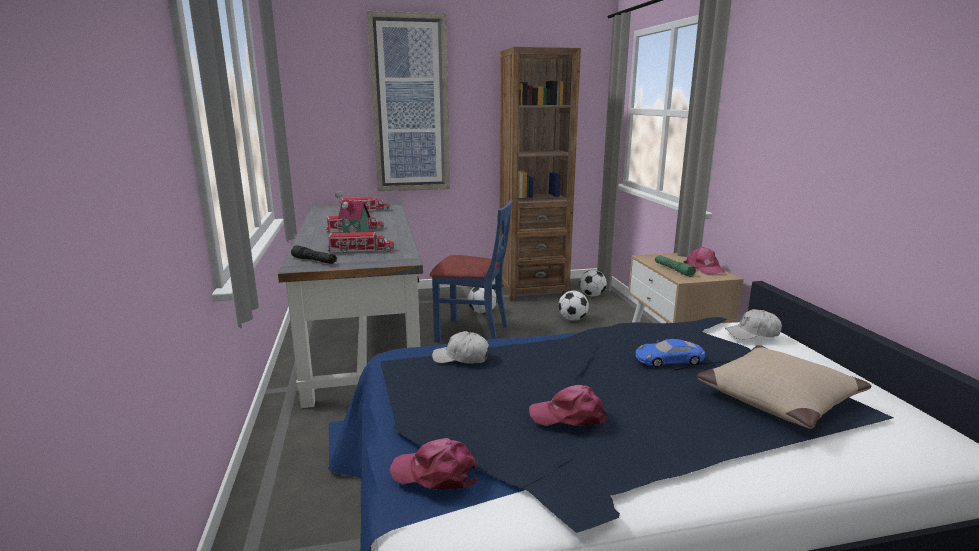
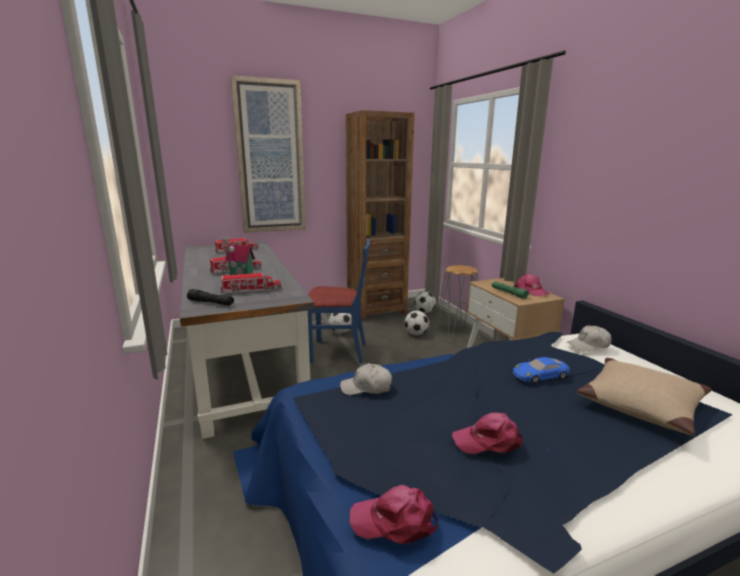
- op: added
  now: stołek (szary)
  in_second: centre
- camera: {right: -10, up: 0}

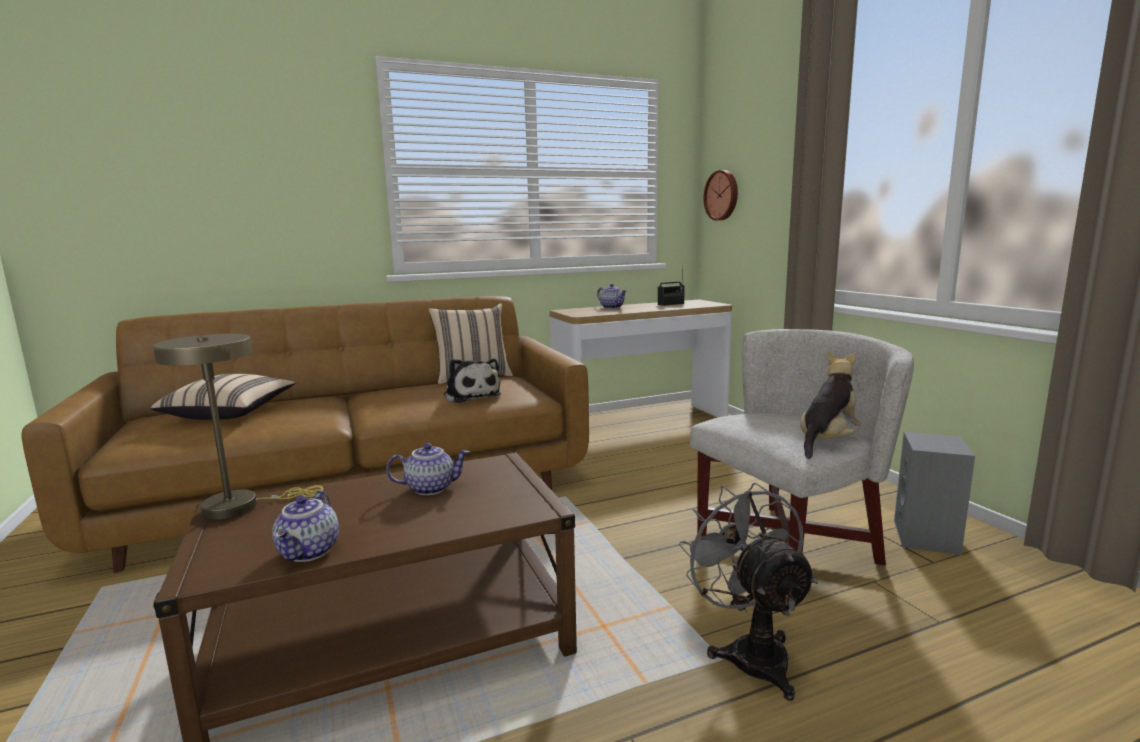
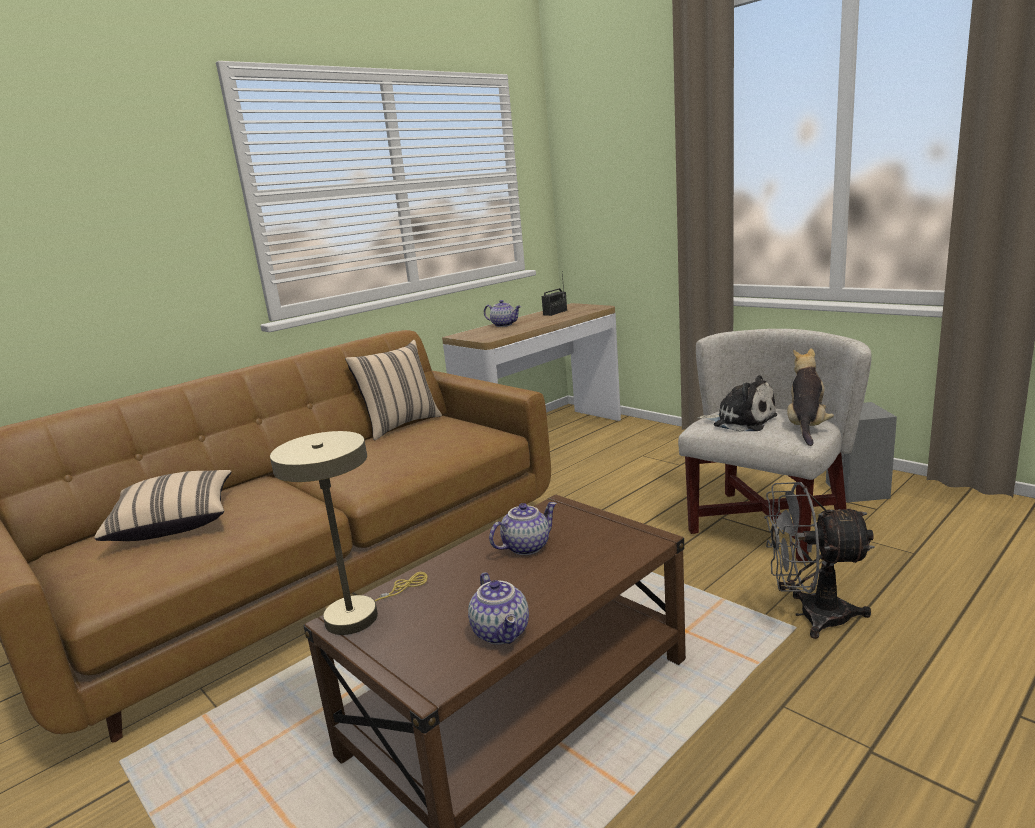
- op: moved
  was: pluszak (1st from left)
  in_first: centre
  in_second: middle right
- op: turned
  was: wentylator (szary)
  in_first: bottom centre
  in_second: bottom right
  clockwise: -45
- op: removed
  was: zegar ścienny
  in_first: top centre
- camera: {right: -20, up: 5}

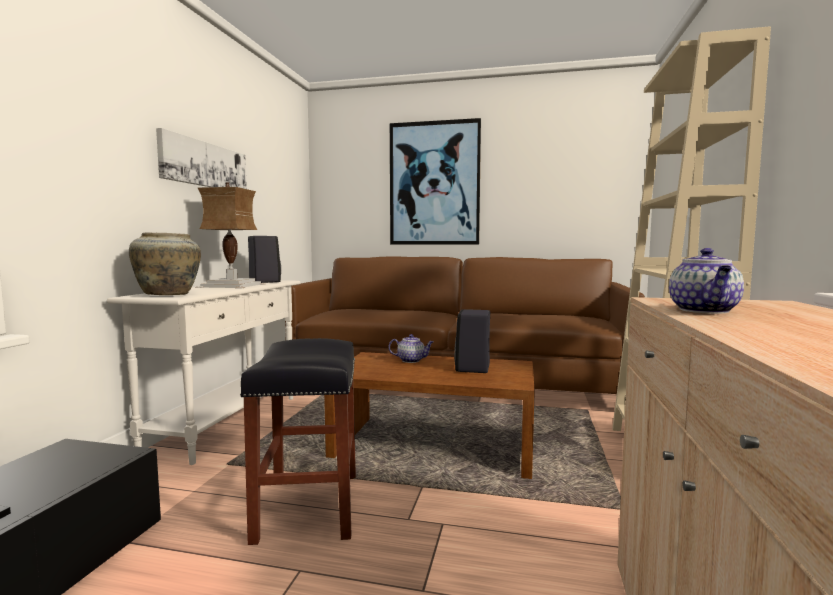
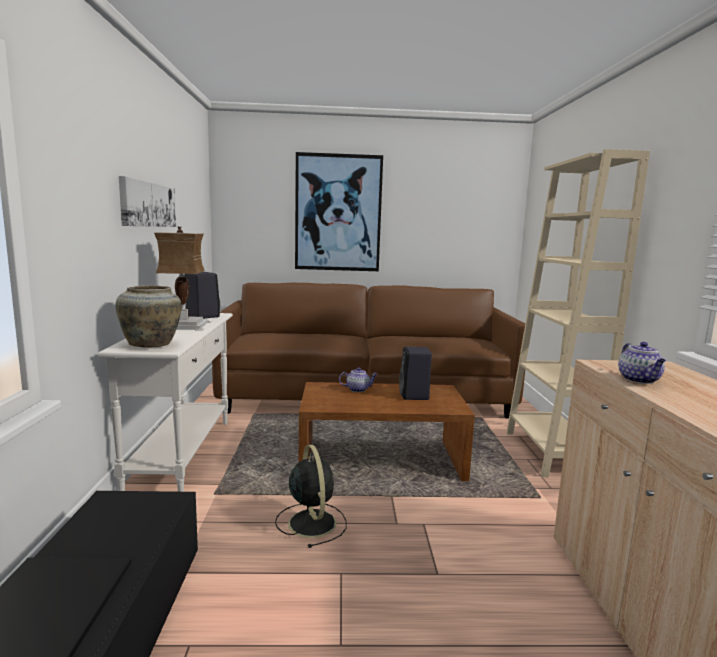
- op: replaced
  was: stołek (czarny)
  now: wentylator (czarny)
  in_first: bottom centre
  in_second: bottom centre
- camera: {right: -15, up: 5}

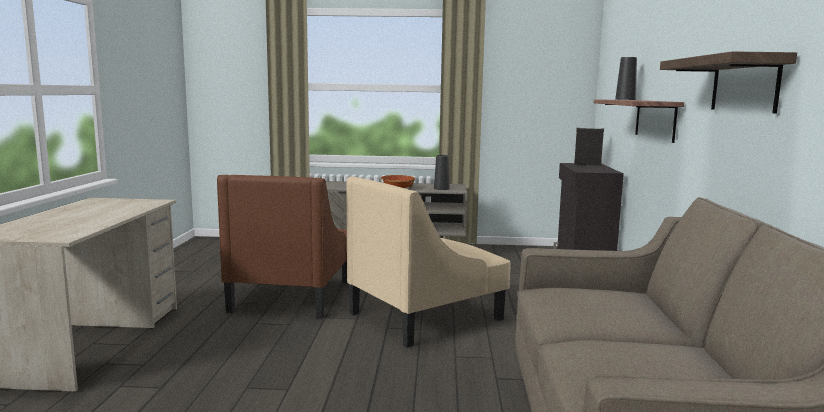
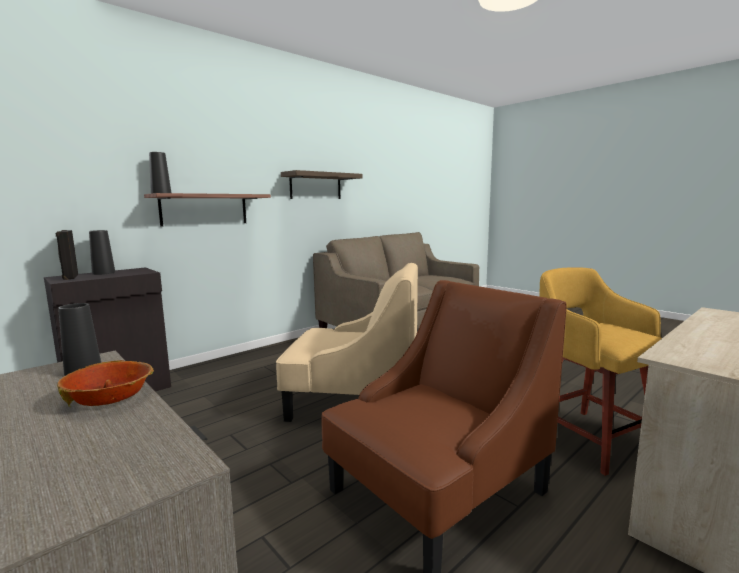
- op: added
  now: wazon (czarny) (2nd from left)
  in_second: middle left
- op: added
  now: stołek (żółty)
  in_second: middle right
- camera: {right: -135, up: 0}

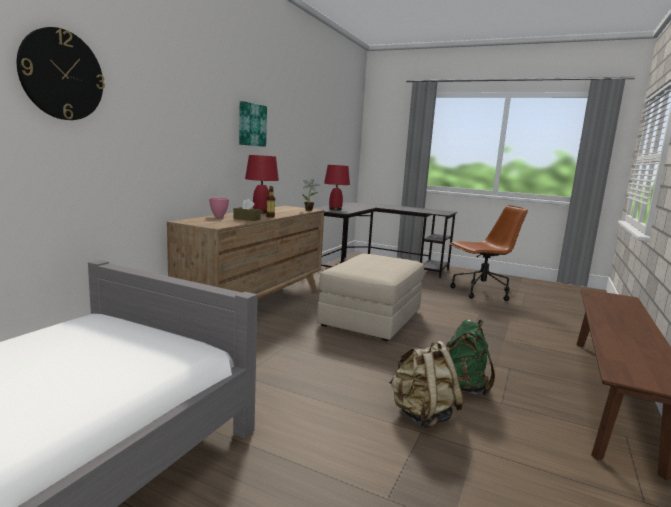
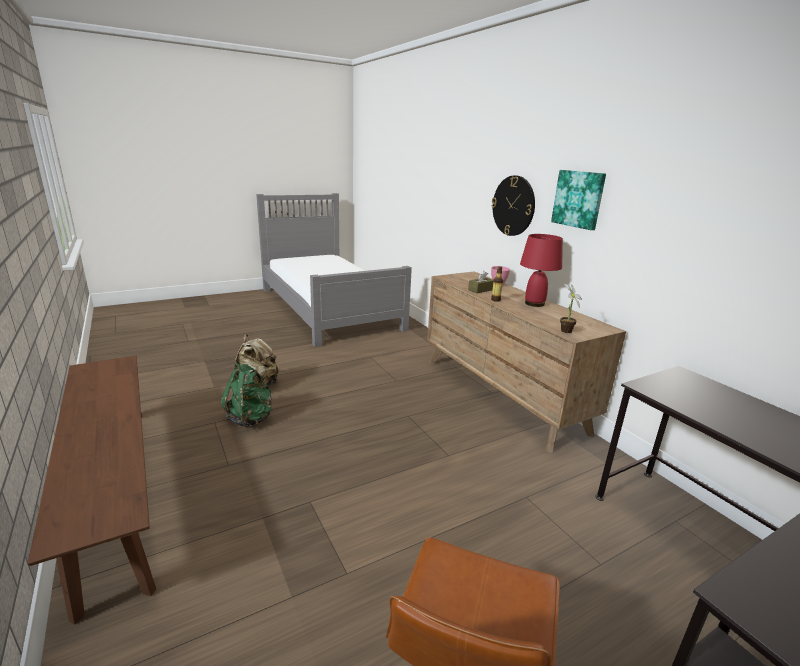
- op: moved
  was: zegar ścienny
  in_first: top left
  in_second: top centre
- op: removed
  was: pufa (beżowy)
  in_first: centre
- op: removed
  was: lampa stołowa (czerwony) (2nd from left)
  in_first: centre
- camera: {right: 125, up: 10}

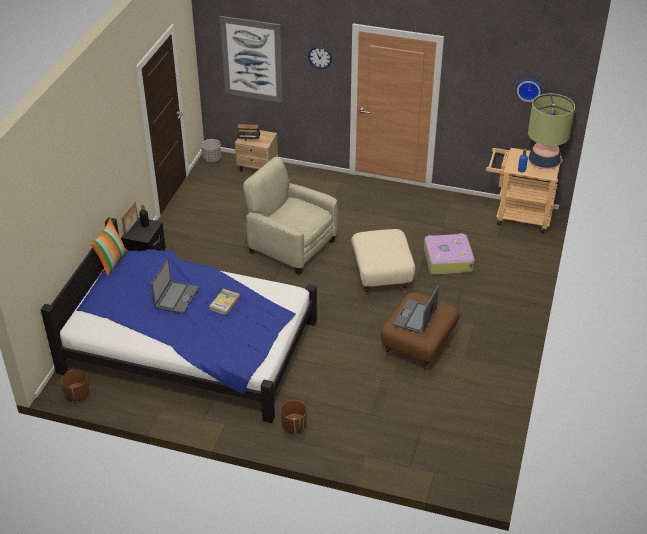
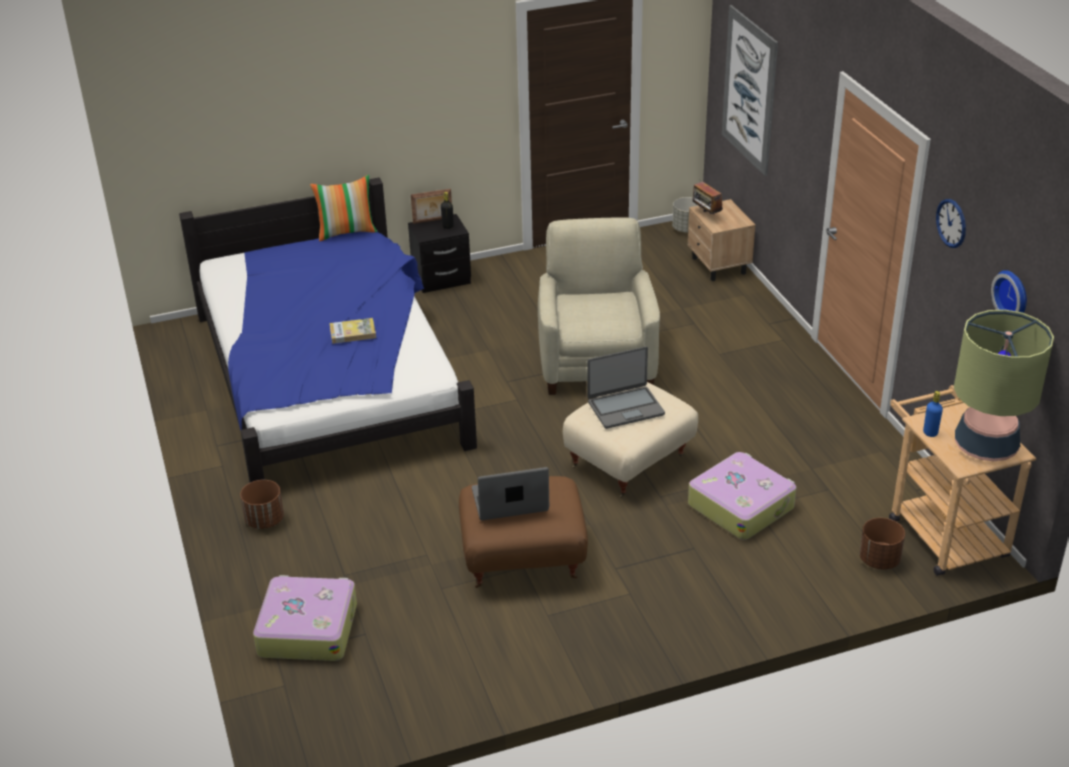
- op: added
  now: walizka (1st from left)
  in_second: bottom left
- op: moved
  was: laptop (1st from left in the first image)
  now: laptop (2nd from left)
  in_first: middle left
  in_second: centre
- op: moved
  was: donica (brązowy) (1st from left in the first image)
  now: donica (brązowy) (2nd from left)
  in_first: bottom left
  in_second: bottom right
- op: moved
  was: zegar ścienny (1st from left)
  in_first: top centre
  in_second: top right
- camera: {right: 55, up: -5}

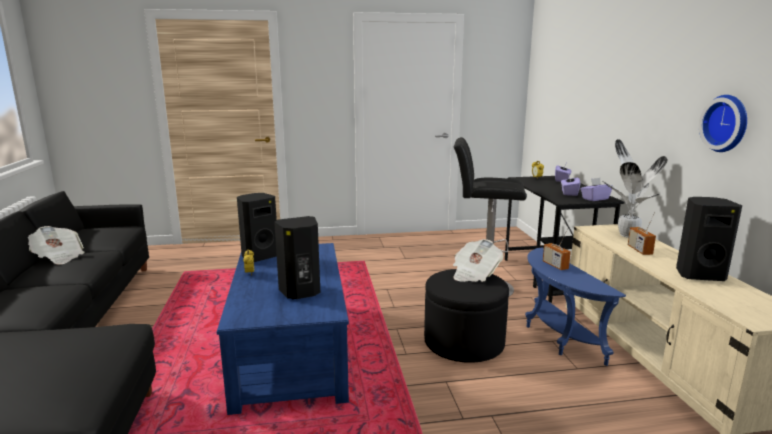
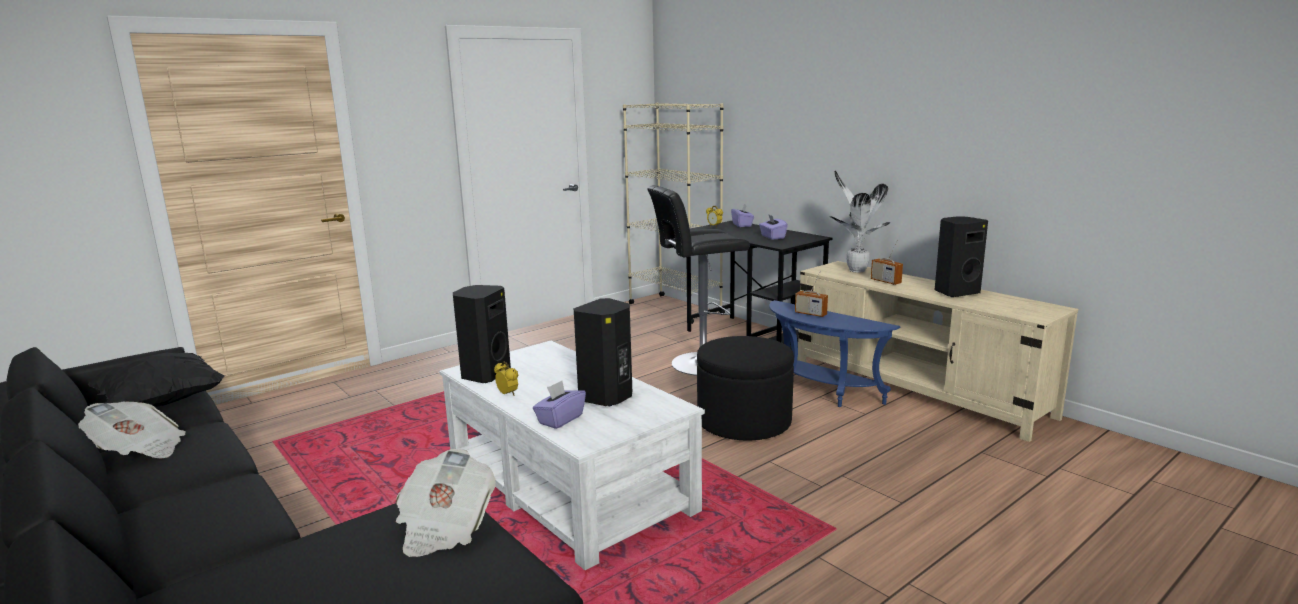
- op: added
  now: poduszka (czarny)
  in_second: middle left
- op: moved
  was: gazeta (2nd from left)
  in_first: centre
  in_second: bottom centre
- op: recoloured
  was: ława (niebieski)
  now: ława (biały)
  in_first: bottom centre
  in_second: bottom centre
- op: moved
  was: pudełko chusteczek (fioletowy) (3rd from left in the first image)
  now: pudełko chusteczek (fioletowy) (1st from left)
  in_first: middle right
  in_second: bottom centre
- op: added
  now: regał (beżowy)
  in_second: centre
- op: removed
  was: zegar ścienny
  in_first: top right
- camera: {right: -30, up: 0}

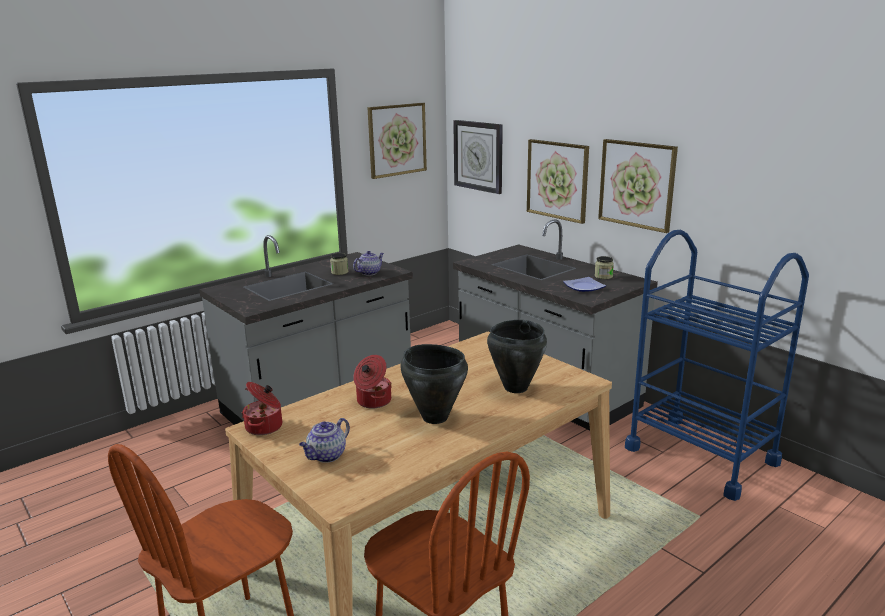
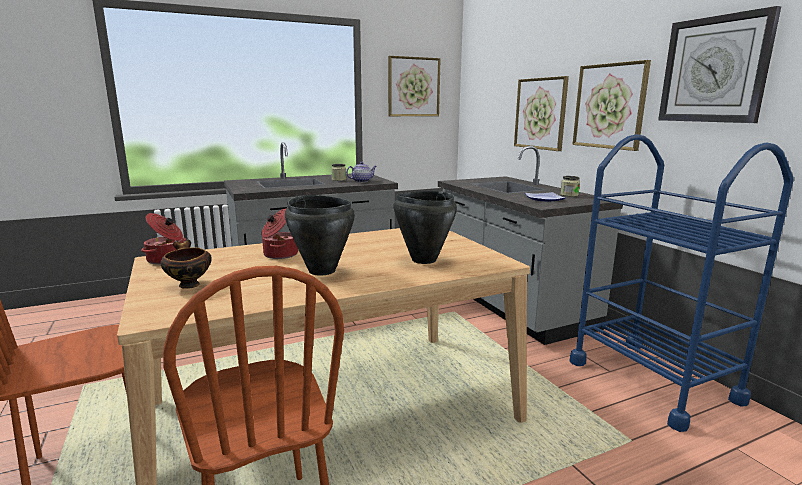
- op: replaced
  was: imbryk (1st from left)
  now: miska
  in_first: bottom centre
  in_second: middle left
- op: moved
  was: zegar ścienny
  in_first: top centre
  in_second: top right
- camera: {right: 15, up: -5}

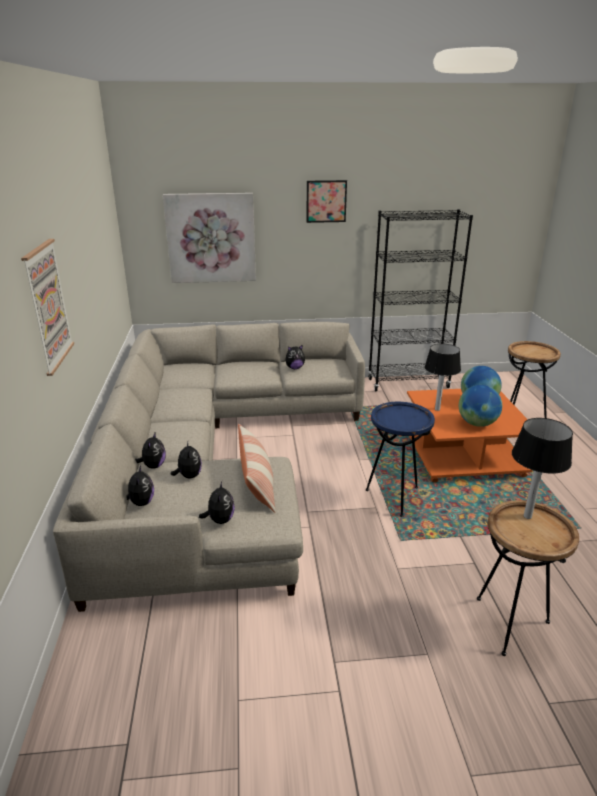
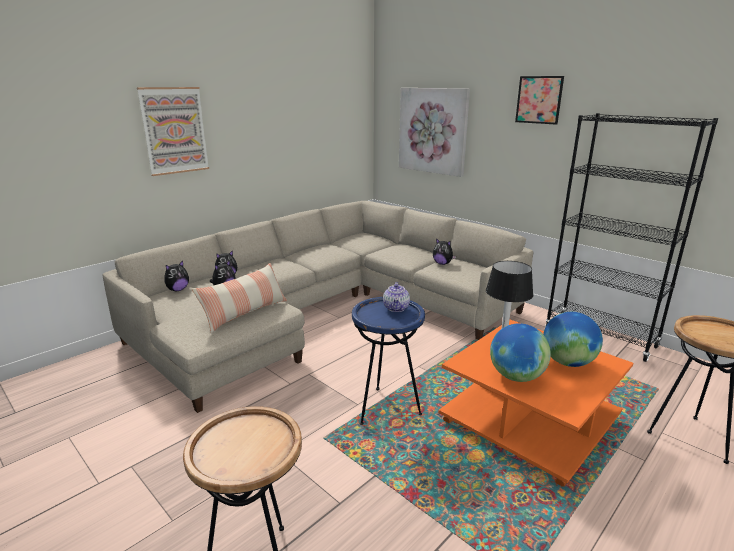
- op: added
  now: imbryk
  in_second: centre
- op: removed
  was: pluszak (4th from left)
  in_first: centre
- op: removed
  was: lampa stołowa (2nd from left)
  in_first: middle right
- camera: {right: 50, up: -5}

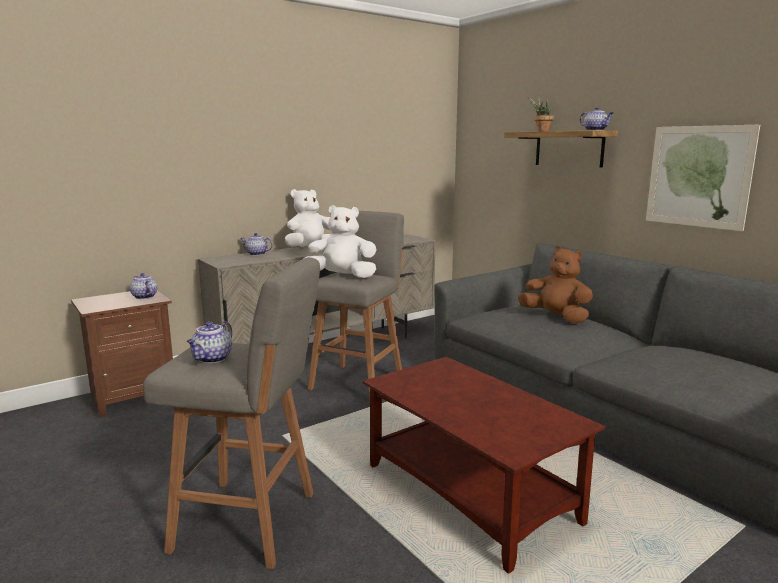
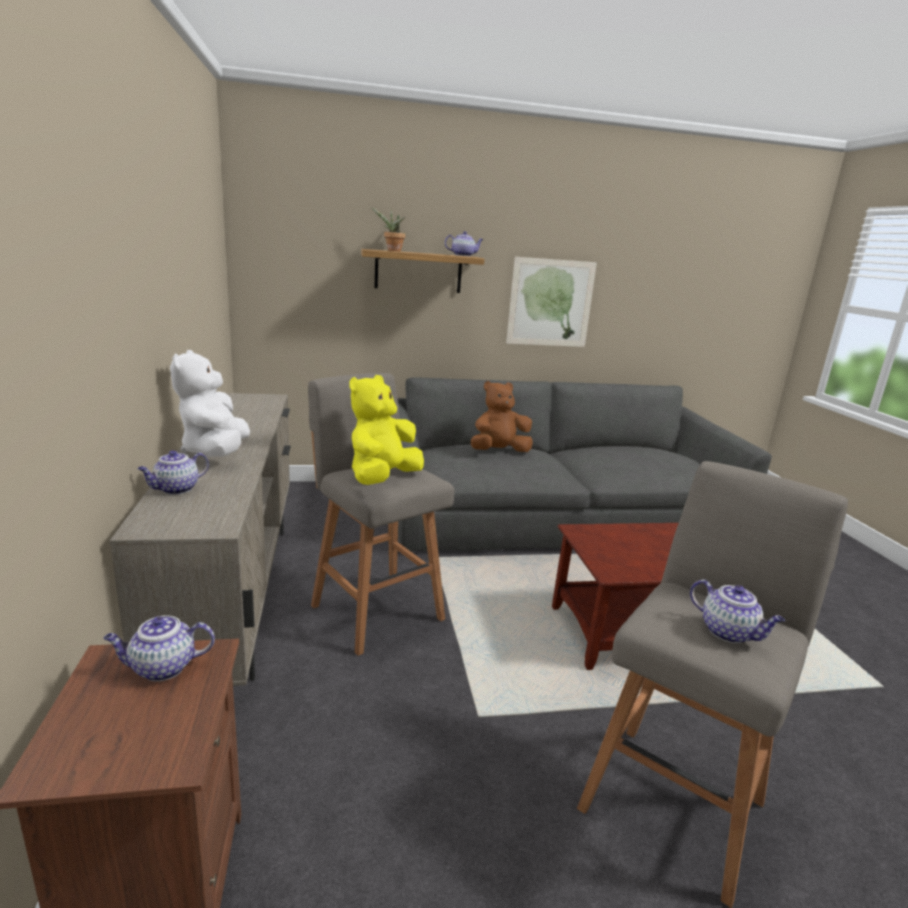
- op: recoloured
  was: pluszak (biały) (2nd from left)
  now: pluszak (żółty)
  in_first: centre
  in_second: centre
- camera: {right: -65, up: 5}

